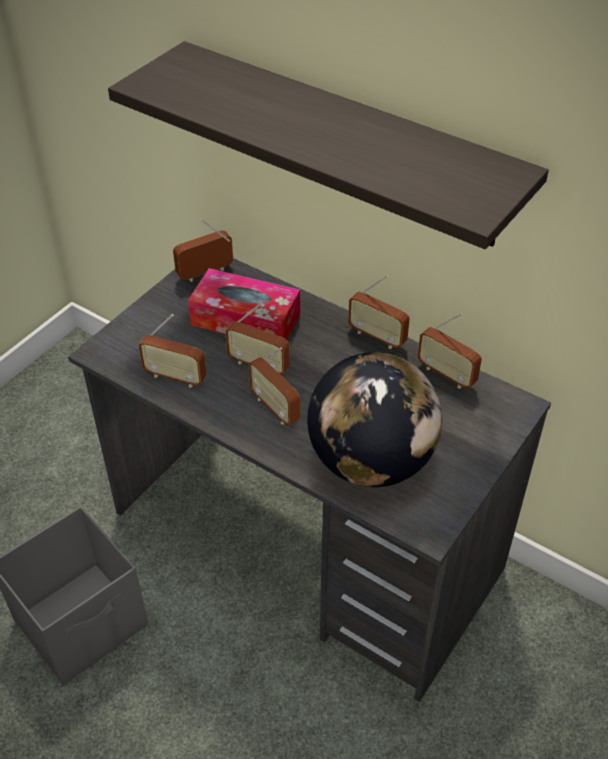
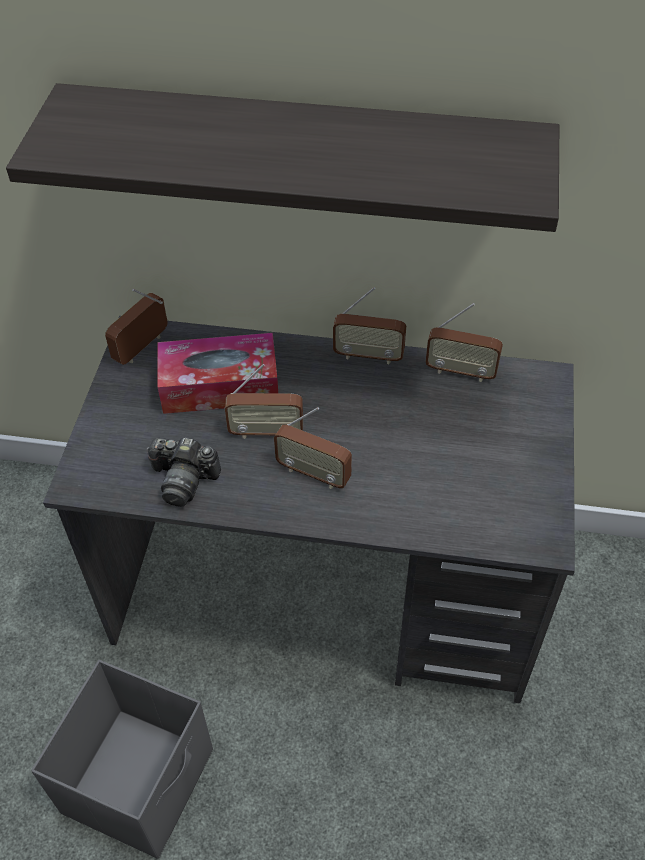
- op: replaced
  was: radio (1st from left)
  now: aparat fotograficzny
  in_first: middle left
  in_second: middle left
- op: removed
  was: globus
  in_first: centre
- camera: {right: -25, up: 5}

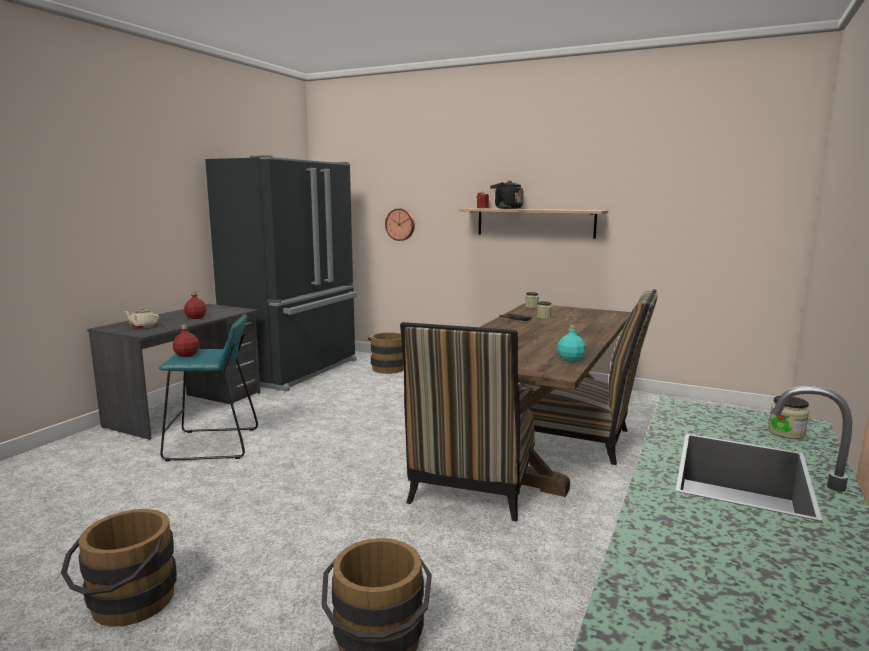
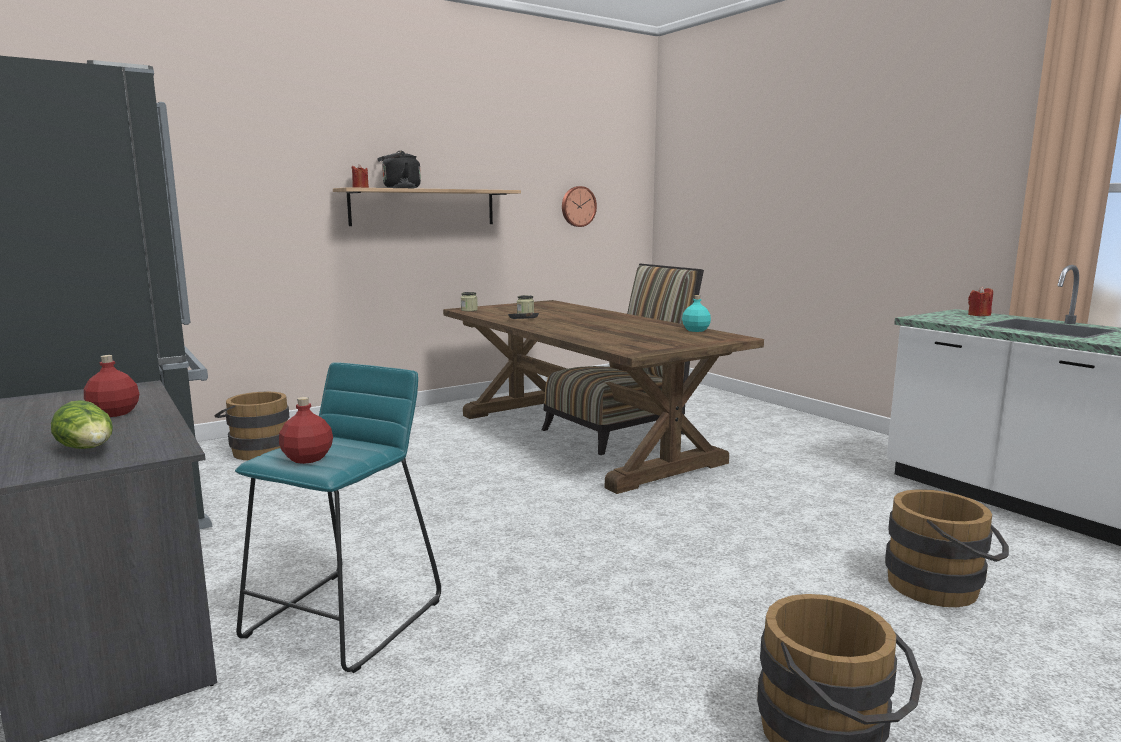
- op: replaced
  was: imbryk (beżowy)
  now: sałata
  in_first: middle left
  in_second: middle left
- op: moved
  was: zegar ścienny
  in_first: centre
  in_second: top centre
- op: replaced
  was: słoik (3rd from left)
  now: świeca (czerwony) (2nd from left)
  in_first: middle right
  in_second: middle right
- op: removed
  was: krzesło (1st from left)
  in_first: centre
- camera: {right: -60, up: 0}

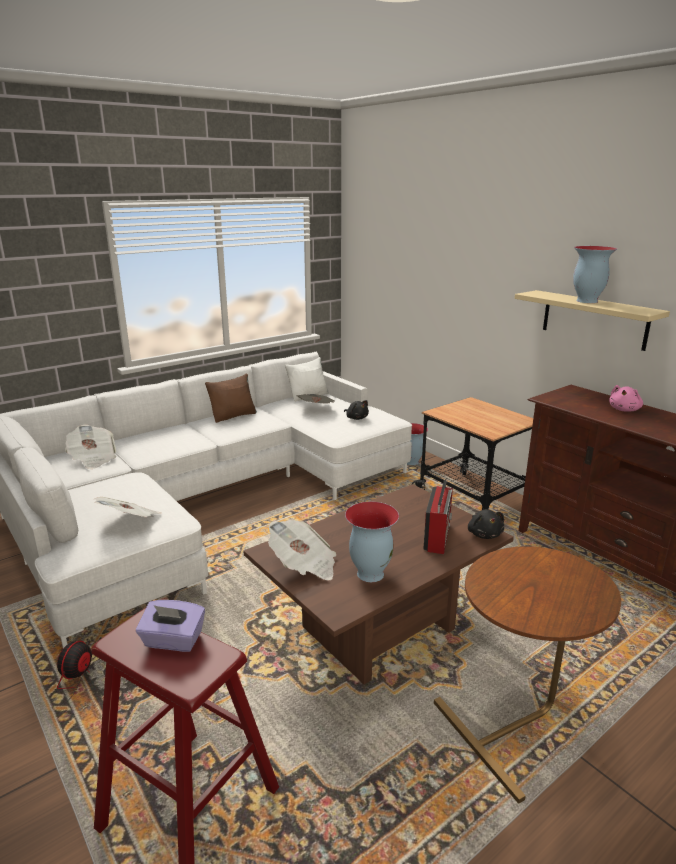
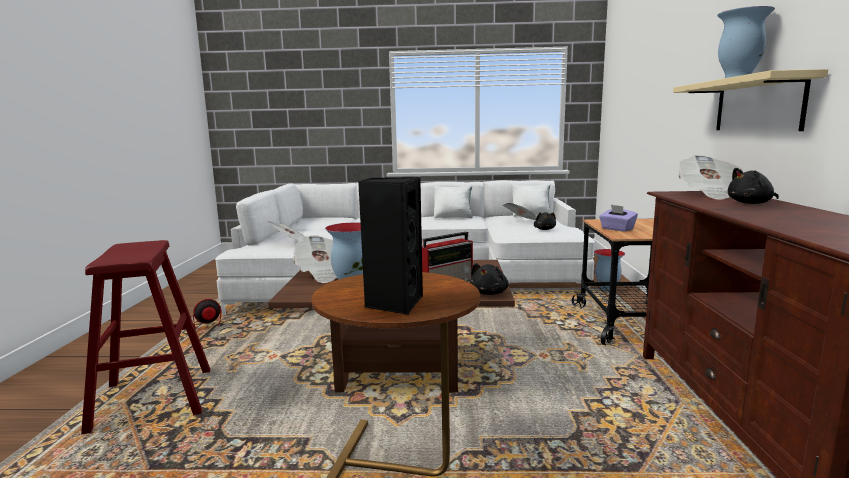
- op: added
  now: głośnik (czarny)
  in_second: centre
- op: recoloured
  was: poduszka (brązowy)
  now: poduszka (biały) (1st from left)
  in_first: centre
  in_second: centre
- op: moved
  was: pudełko chusteczek (fioletowy)
  in_first: bottom left
  in_second: middle right
- op: moved
  was: gazeta (1st from left in the first image)
  now: gazeta (4th from left)
  in_first: middle left
  in_second: middle right
- op: recoloured
  was: pluszak (różowy)
  now: pluszak (czarny) (3rd from left)
  in_first: middle right
  in_second: middle right
- camera: {right: 40, up: -10}

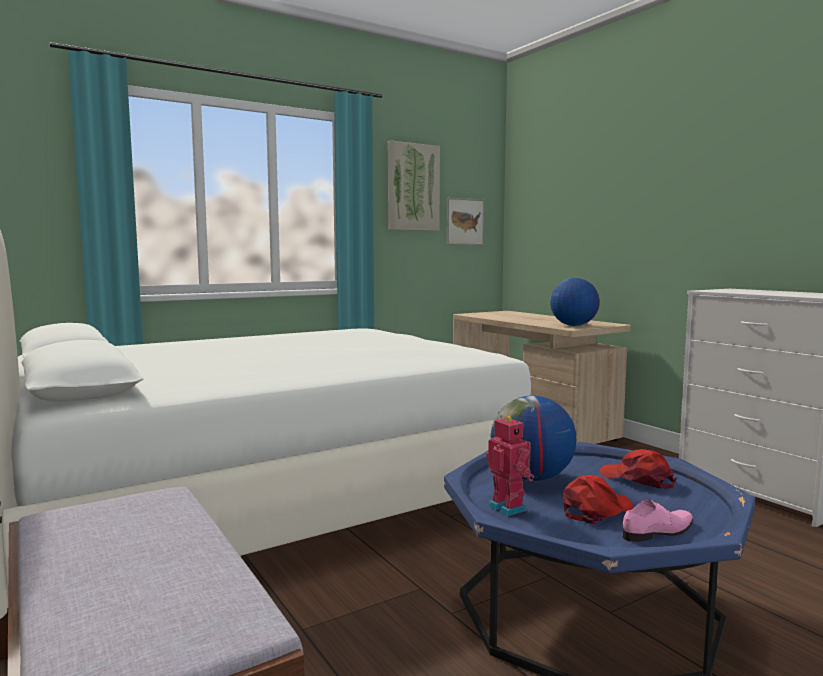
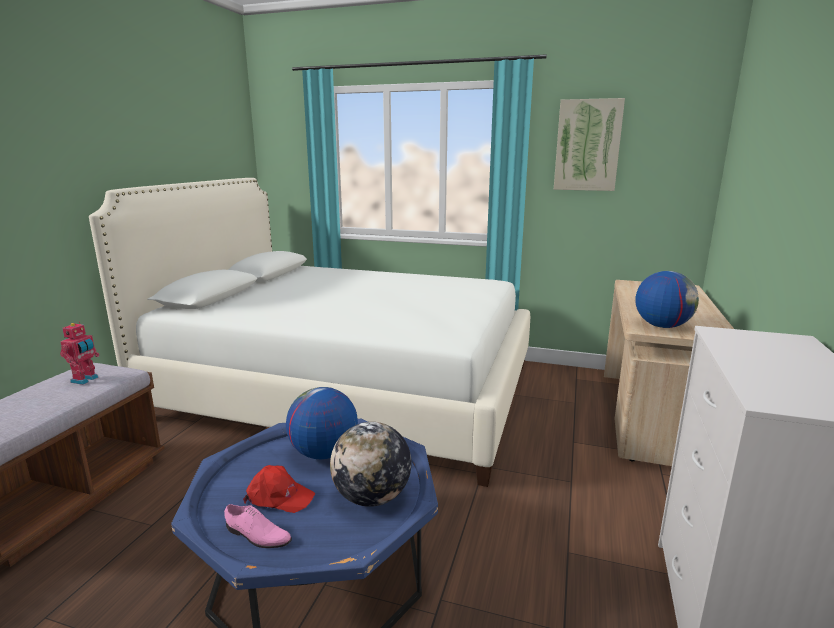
- op: moved
  was: robot zabawkowy
  in_first: bottom centre
  in_second: middle left
- op: replaced
  was: czapka z daszkiem (czerwony) (2nd from left)
  now: globus (2nd from left)
  in_first: bottom right
  in_second: bottom centre
- op: removed
  was: obraz (2nd from left)
  in_first: top centre
- camera: {right: 50, up: 10}

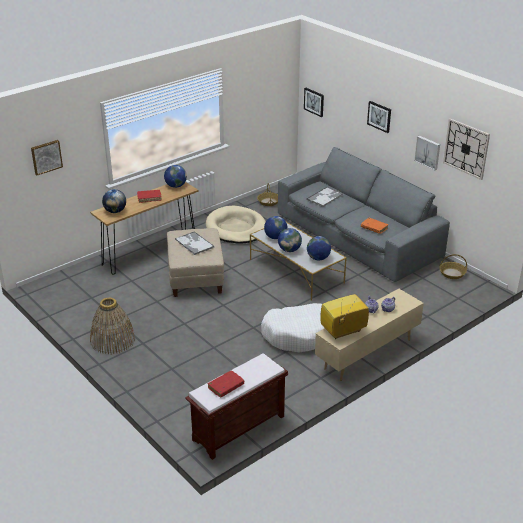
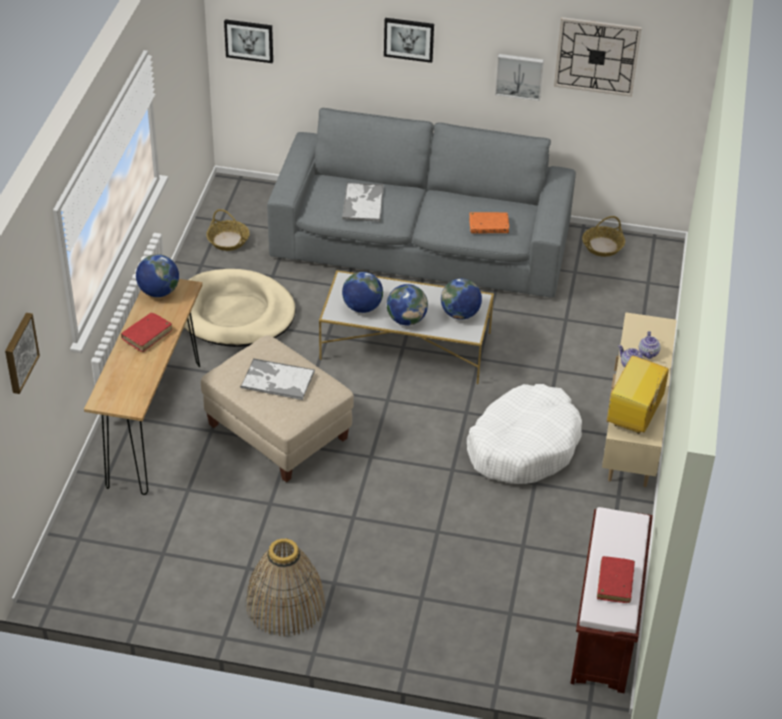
- op: removed
  was: globus (1st from left)
  in_first: middle left
- camera: {right: -40, up: 10}

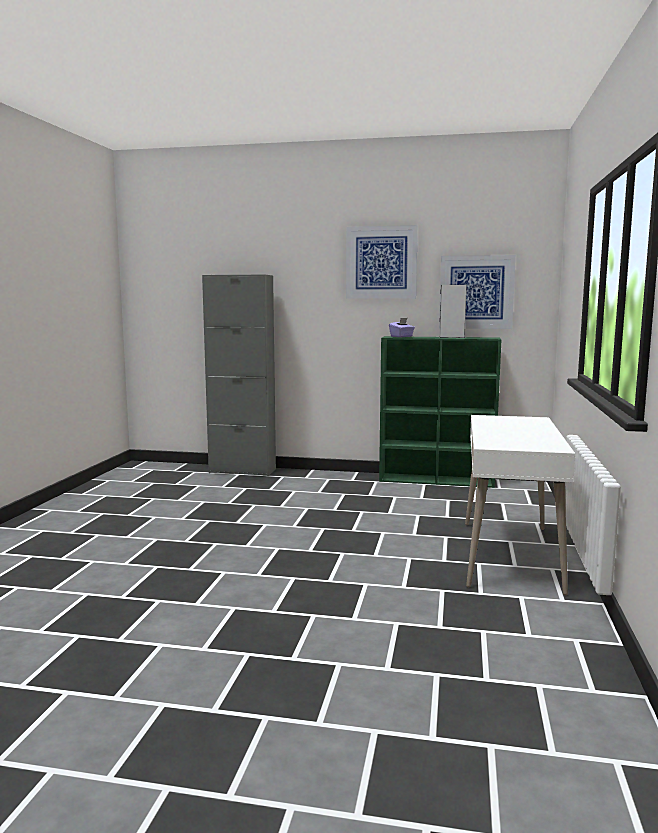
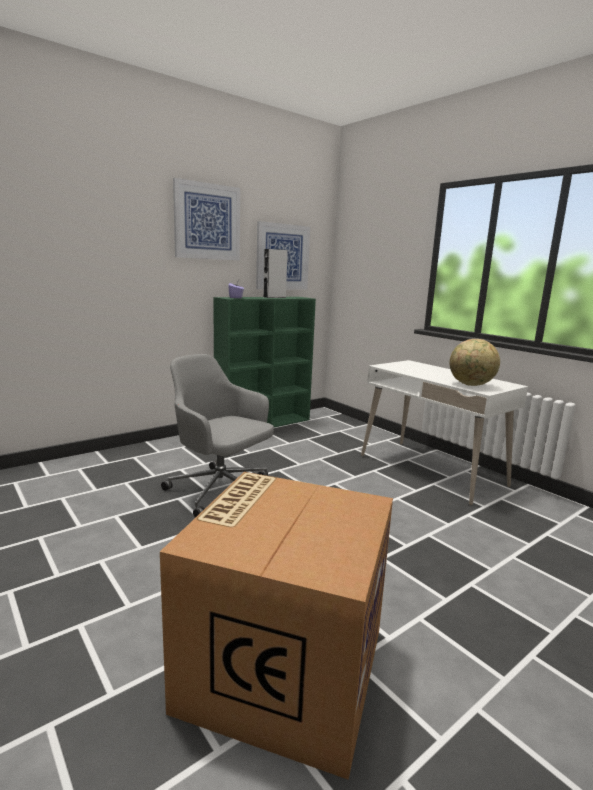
- op: added
  now: karton
  in_second: bottom centre
- op: added
  now: krzesło biurowe (szary)
  in_second: centre
- op: added
  now: globus
  in_second: middle right
- op: removed
  was: szafka (szary)
  in_first: centre
- camera: {right: -50, up: 5}

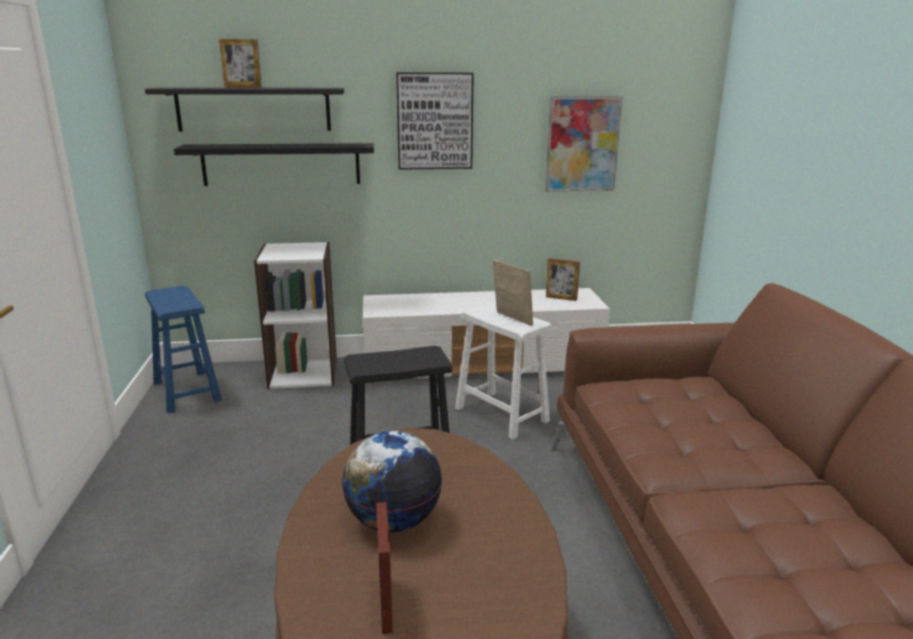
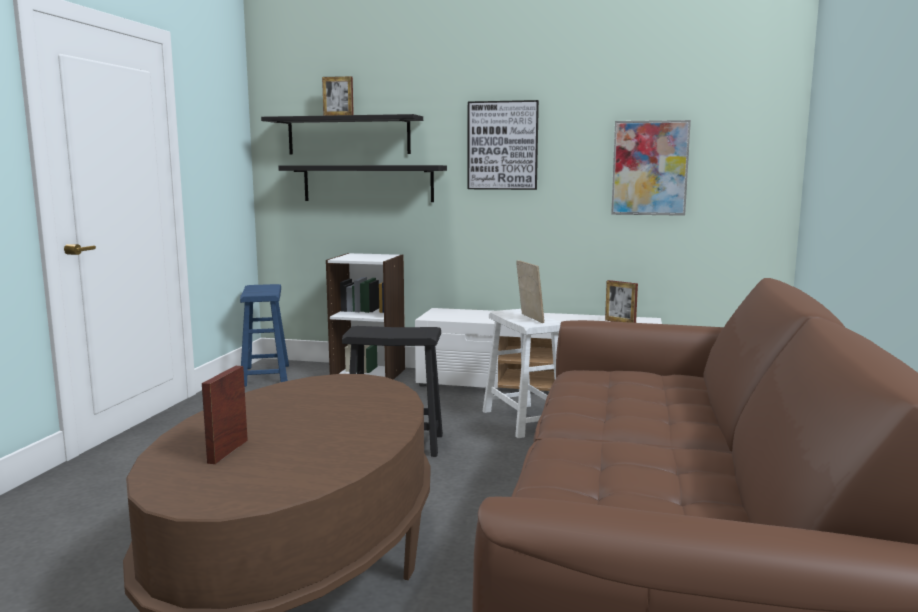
- op: removed
  was: globus
  in_first: bottom centre
- camera: {right: 20, up: -10}

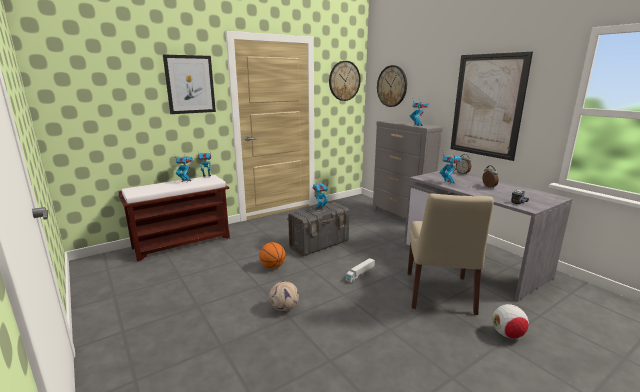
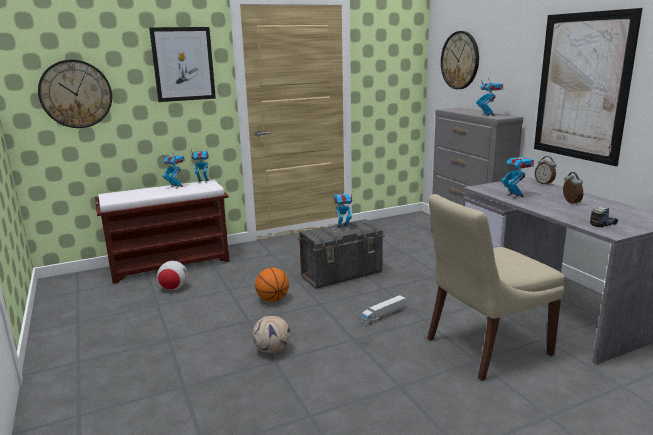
- op: moved
  was: zegar ścienny (1st from left)
  in_first: top centre
  in_second: top left
- op: moved
  was: piłka futbolowa (2nd from left in the first image)
  now: piłka futbolowa (1st from left)
  in_first: bottom right
  in_second: middle left
- op: turned
  was: krzesło (beżowy)
  in_first: middle right
  in_second: middle right
  clockwise: 45
- camera: {right: 10, up: 0}

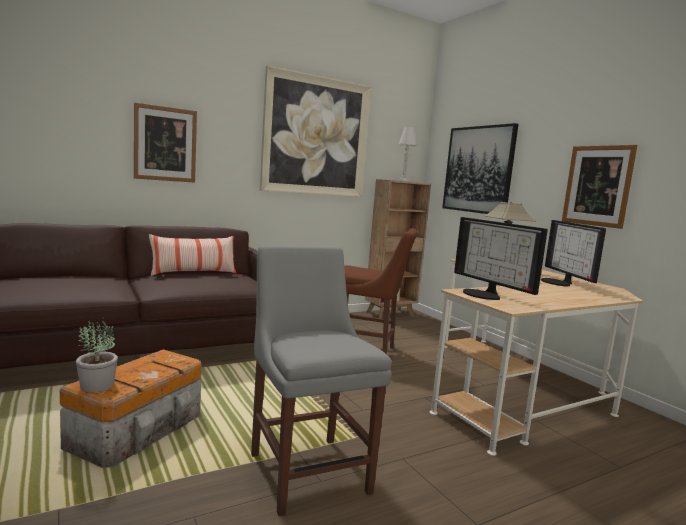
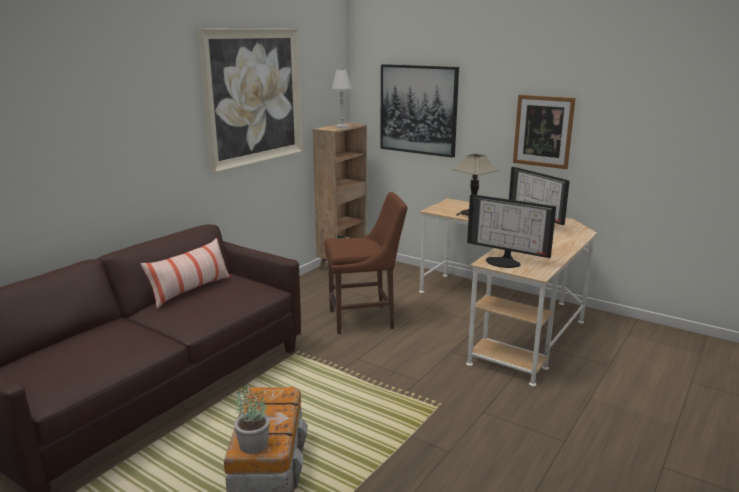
- op: removed
  was: obraz (1st from left)
  in_first: top left
- op: removed
  was: krzesło (szary)
  in_first: bottom centre
- camera: {right: -25, up: 10}

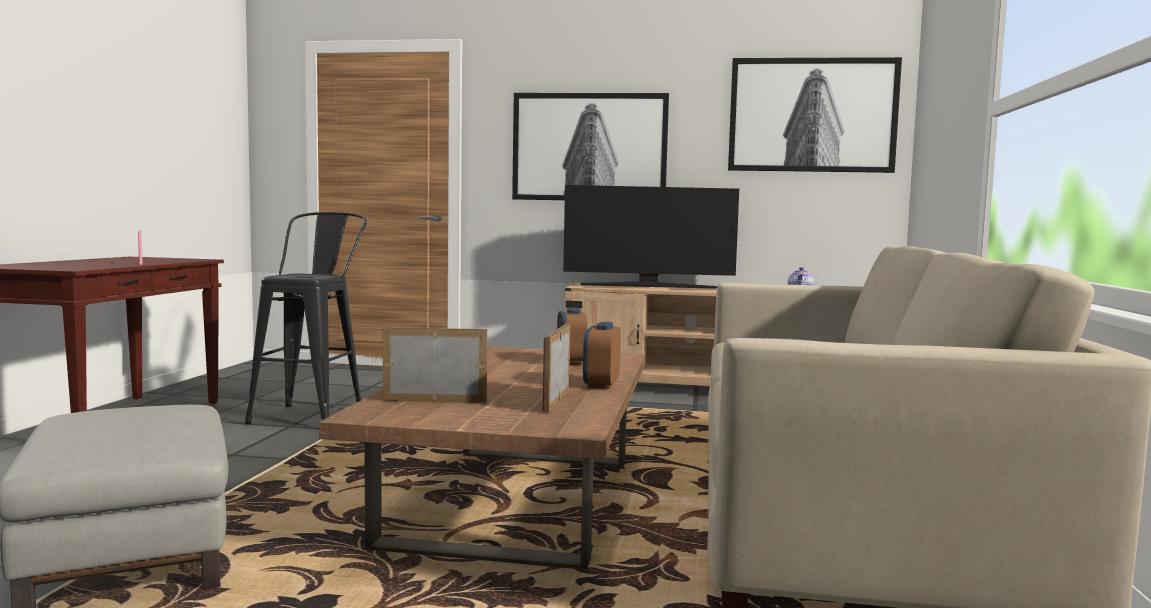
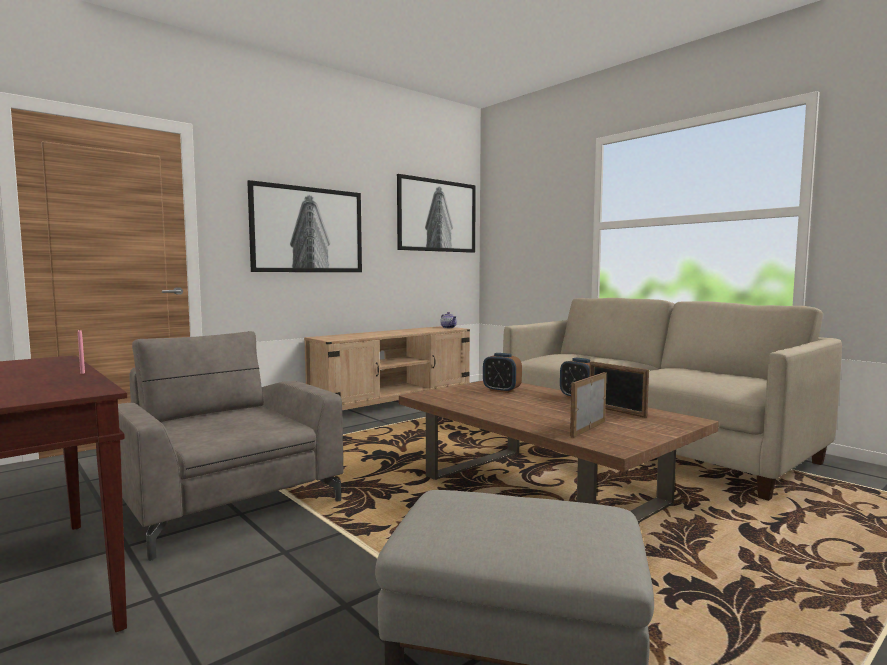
- op: replaced
  was: stołek (czarny)
  now: fotel (szary)
  in_first: middle left
  in_second: bottom left
- op: removed
  was: telewizor
  in_first: centre
- camera: {right: -50, up: 0}

